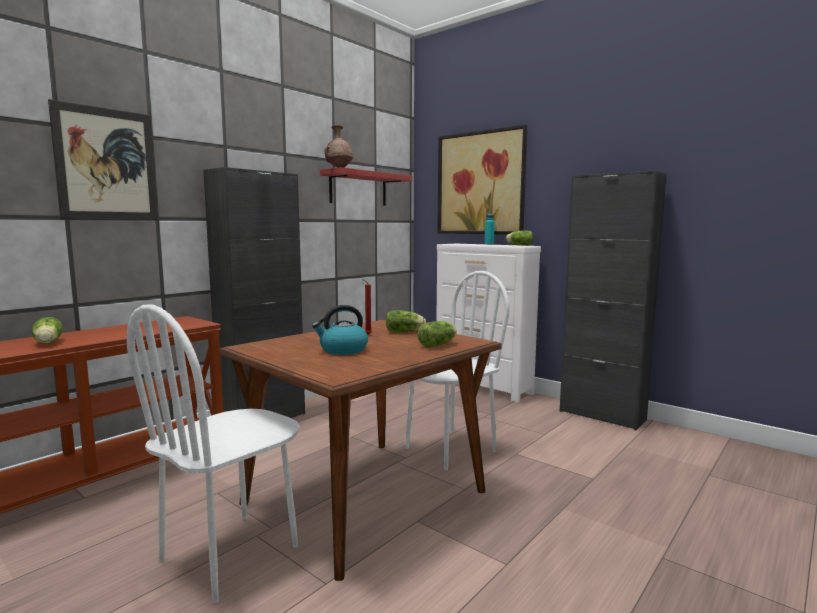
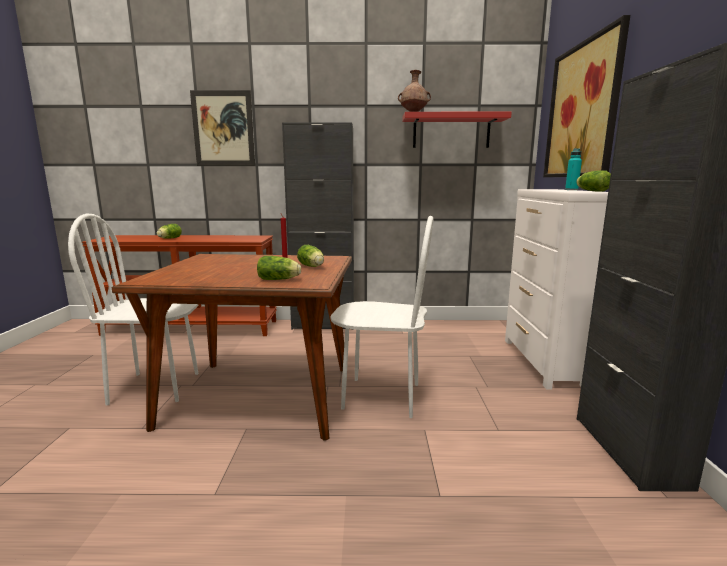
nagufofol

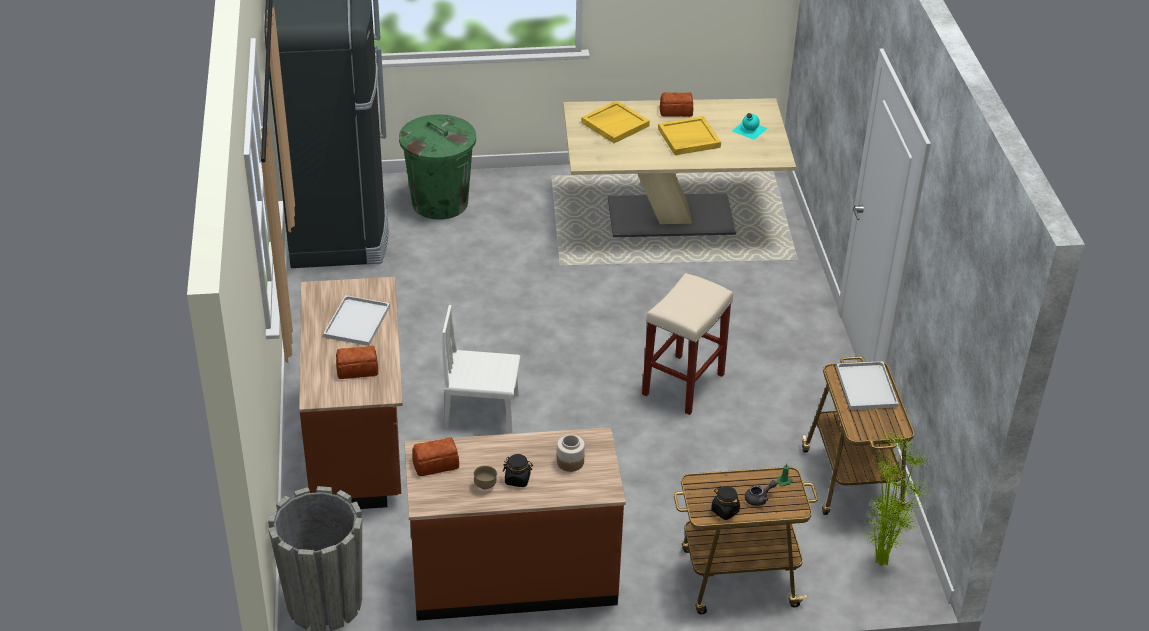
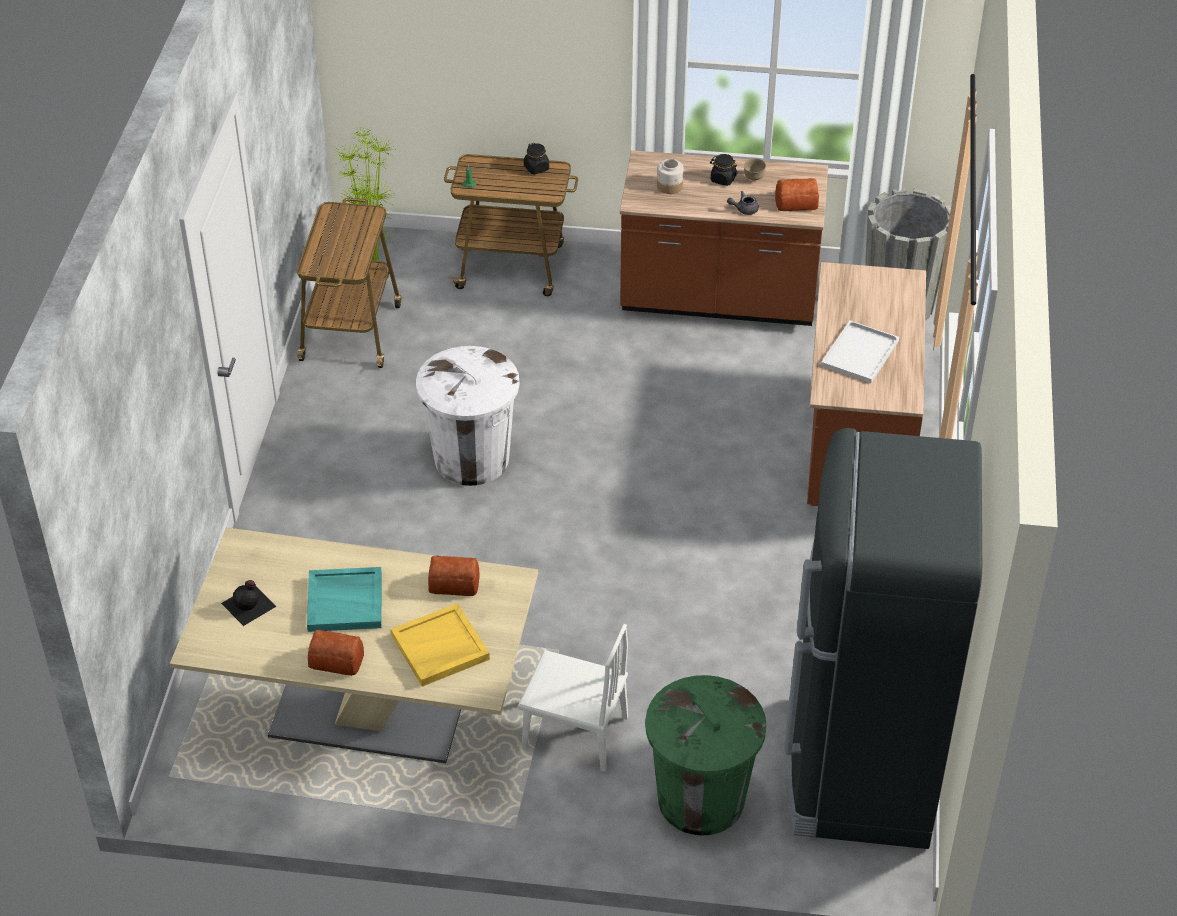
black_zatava
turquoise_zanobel
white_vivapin
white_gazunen
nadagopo (2nd from left)
white_zanobel (2nd from left in the first image)
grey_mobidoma

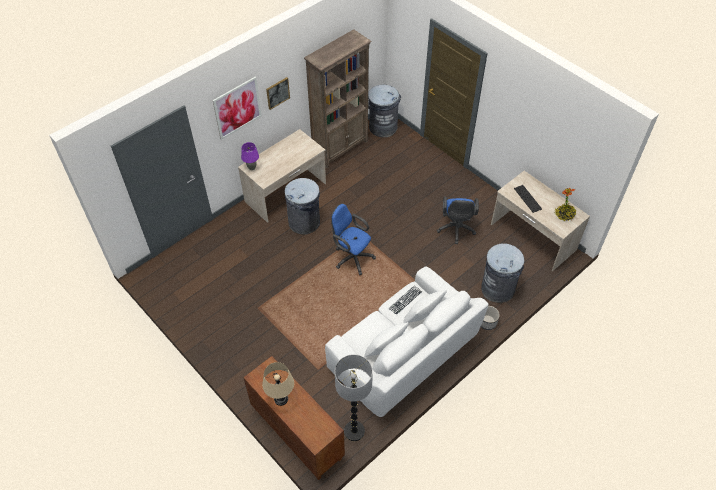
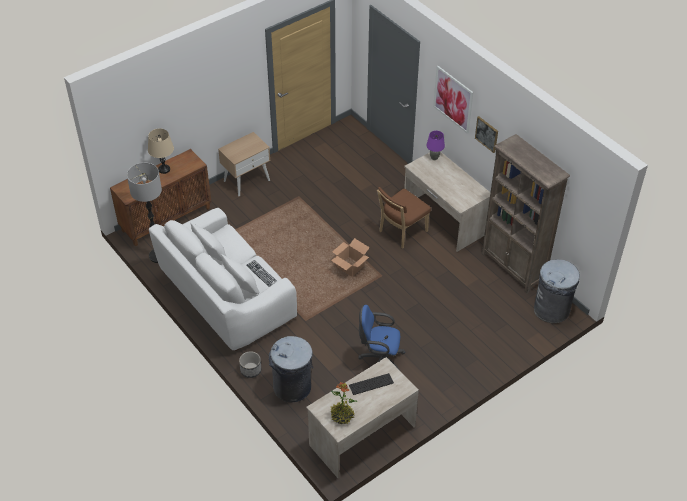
brown_gazunen
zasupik
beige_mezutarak

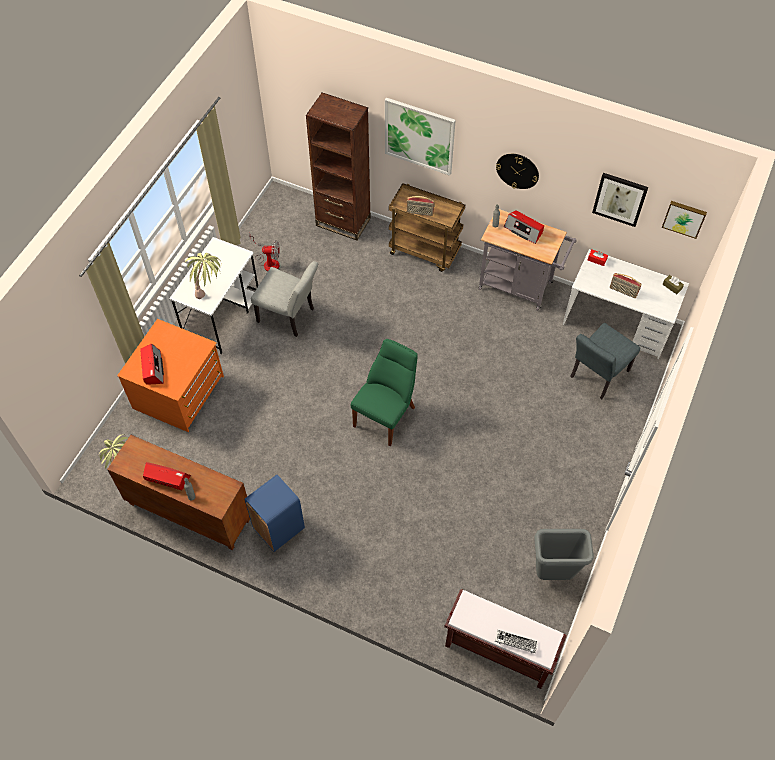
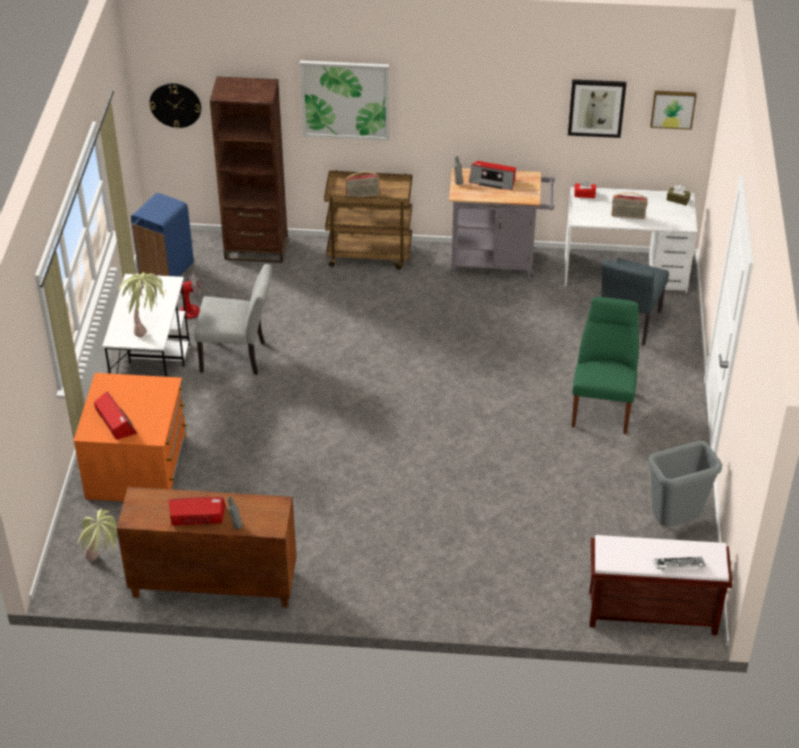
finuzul
green_gazunen
blue_vivapin

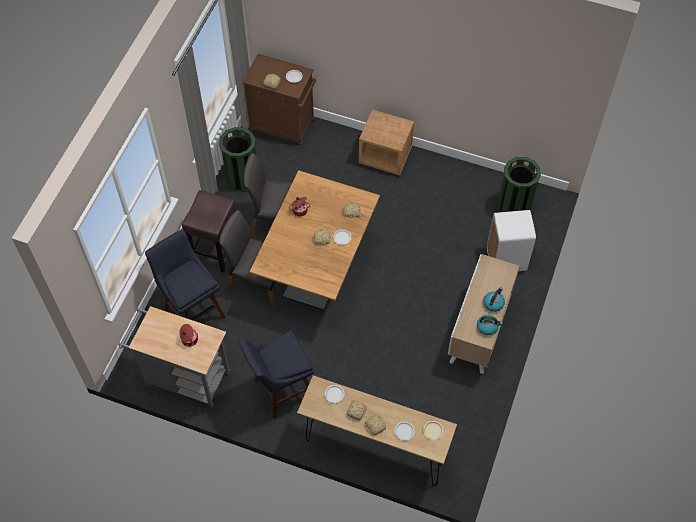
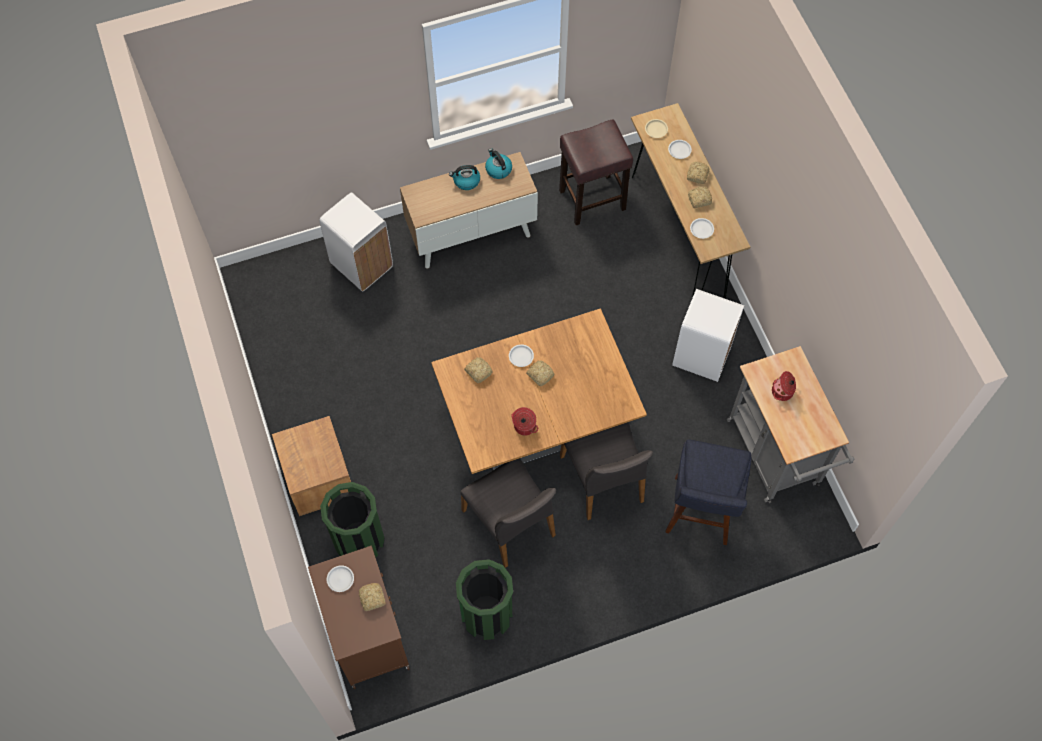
green_vivapin (1st from left)
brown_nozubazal
white_vivapin (2nd from left)

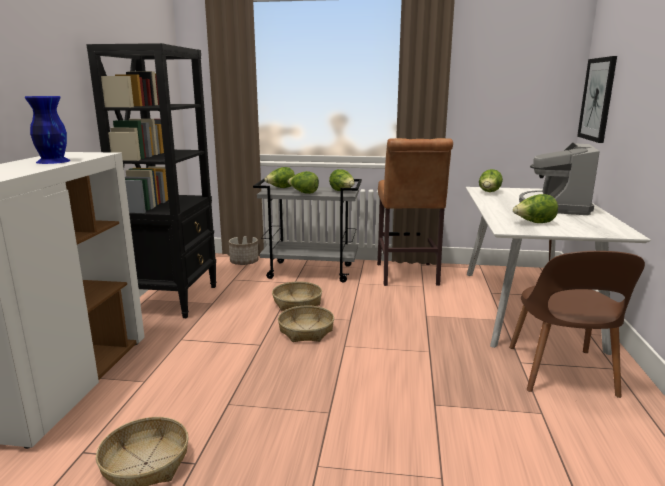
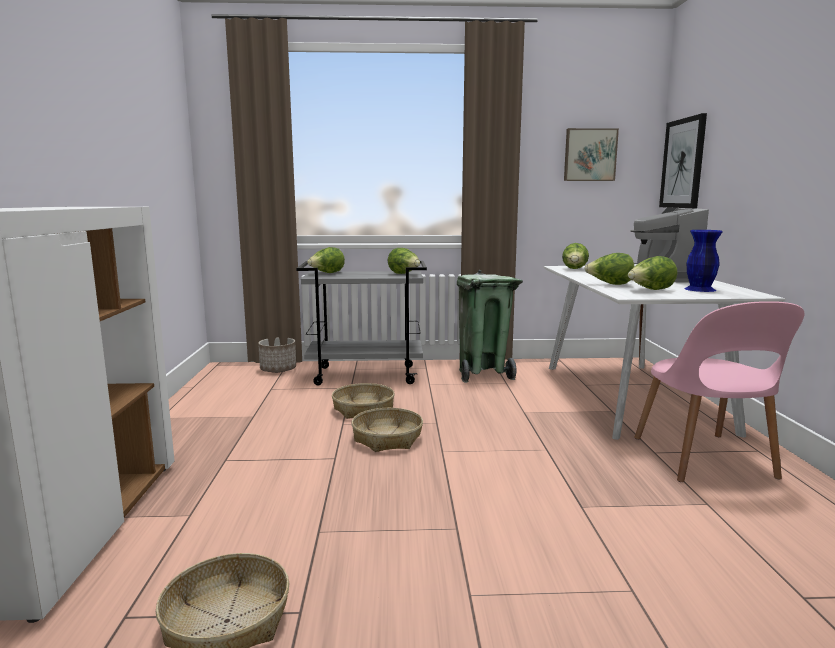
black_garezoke
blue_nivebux
green_vivapin
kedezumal (4th from left)
pink_gazunen
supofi (1st from left)

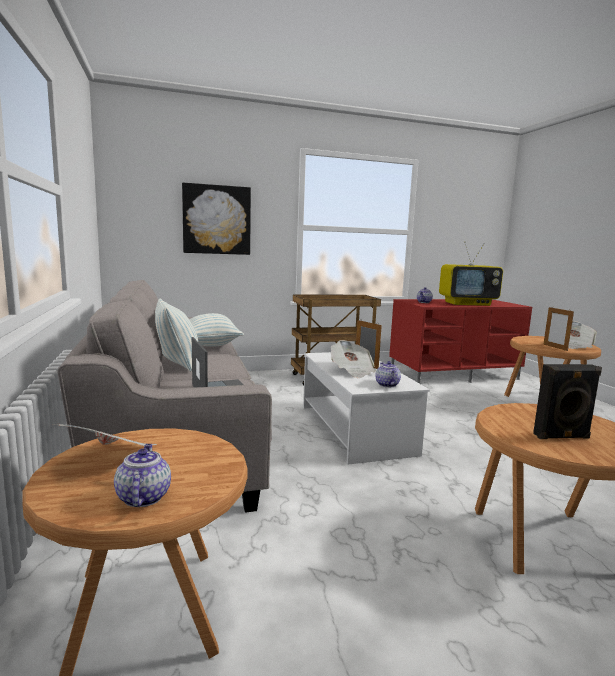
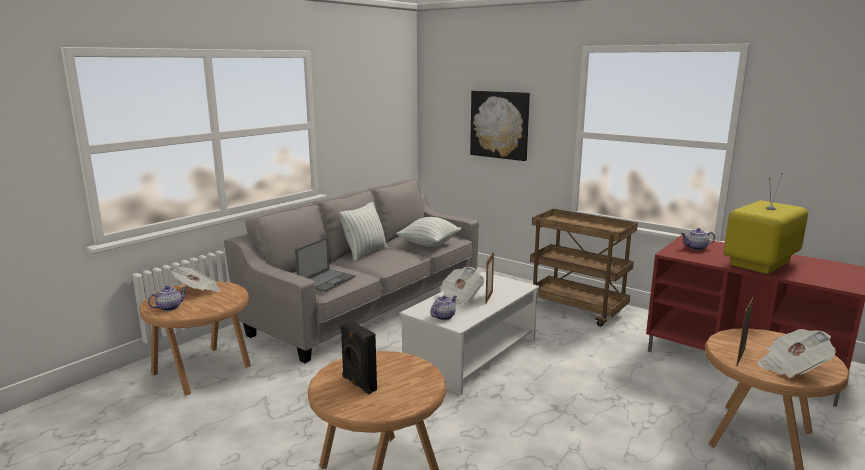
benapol

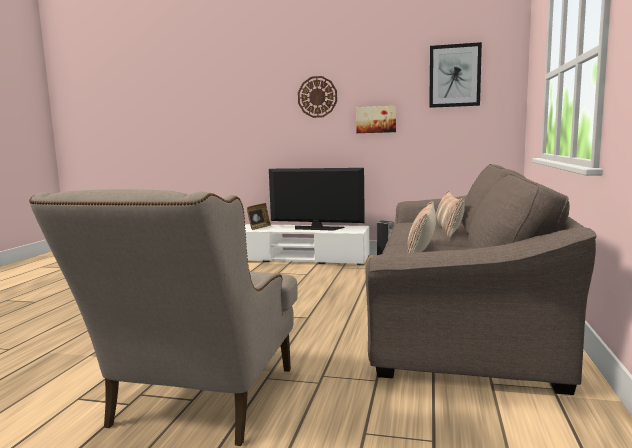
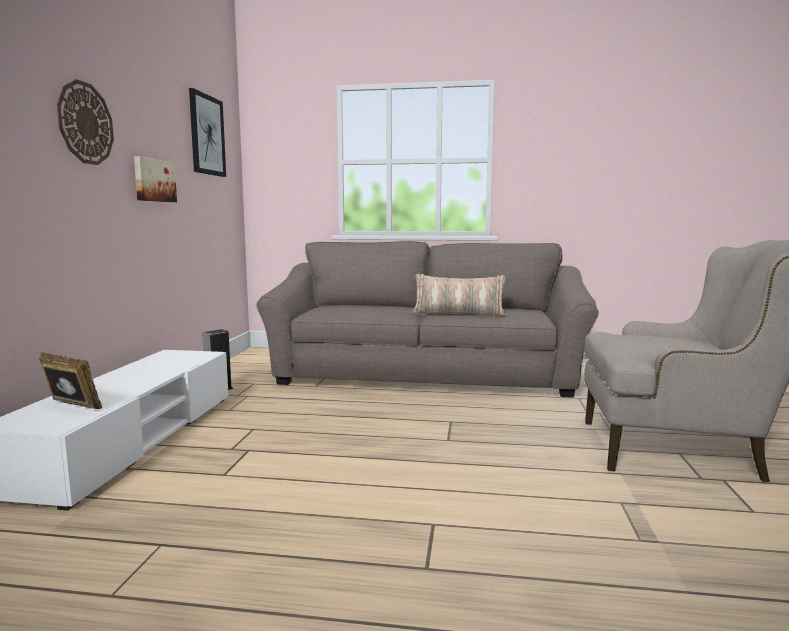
benapol
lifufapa (2nd from left in the first image)

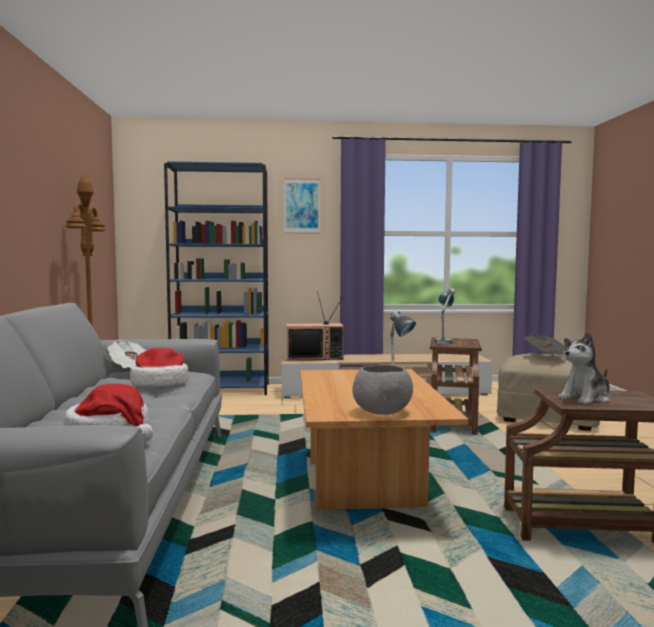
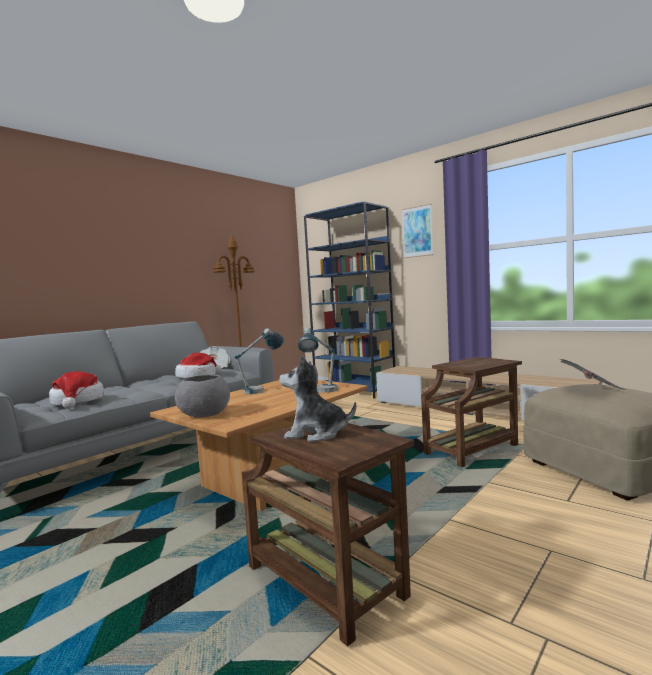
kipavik (1st from left)
benapol

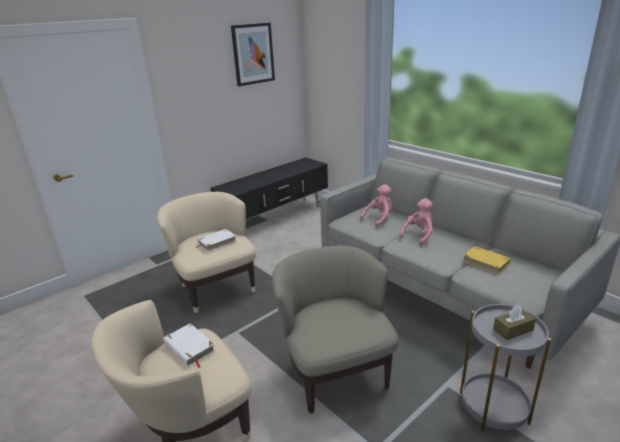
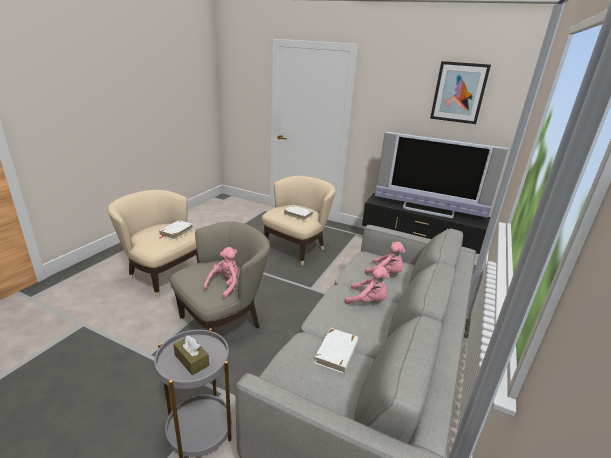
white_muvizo (3rd from left)
benapol
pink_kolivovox (1st from left)

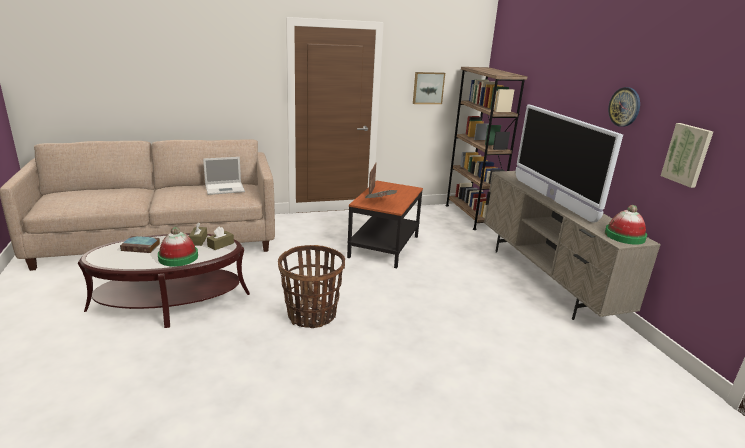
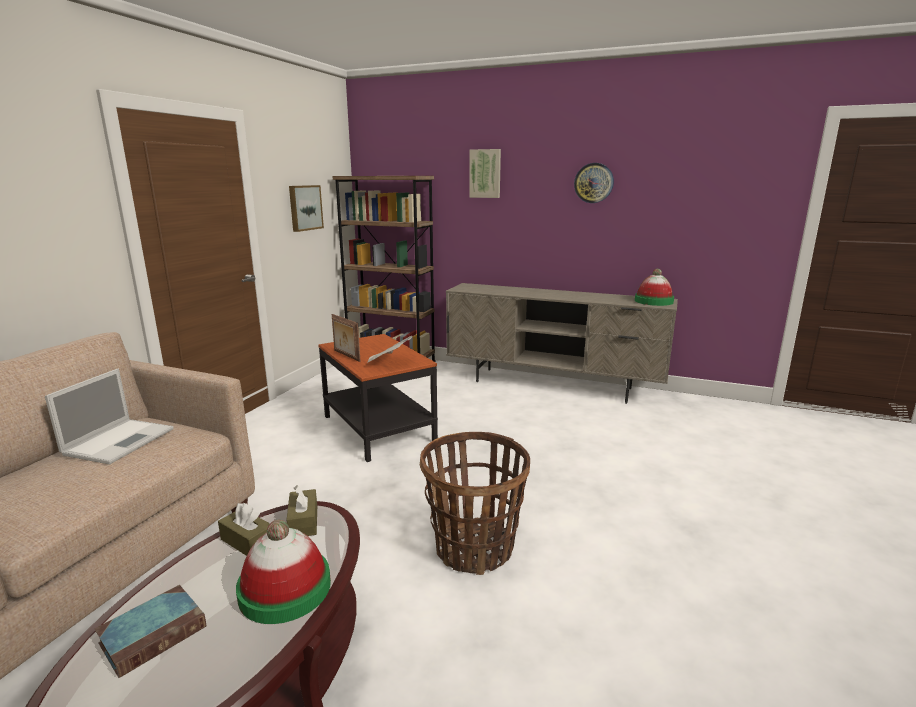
benapol
supofi (2nd from left)

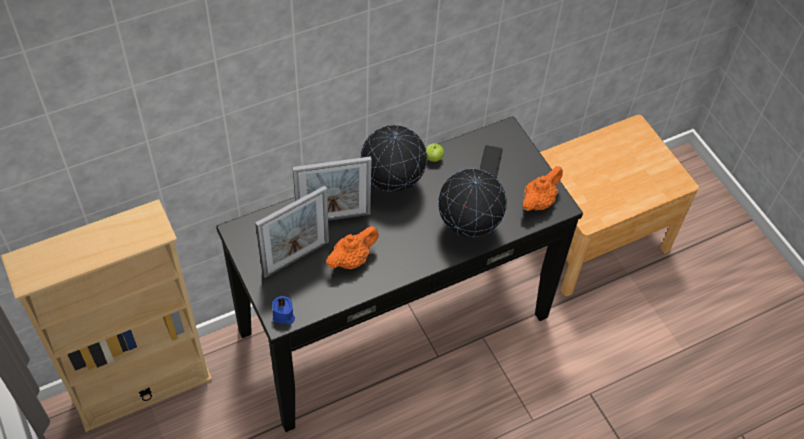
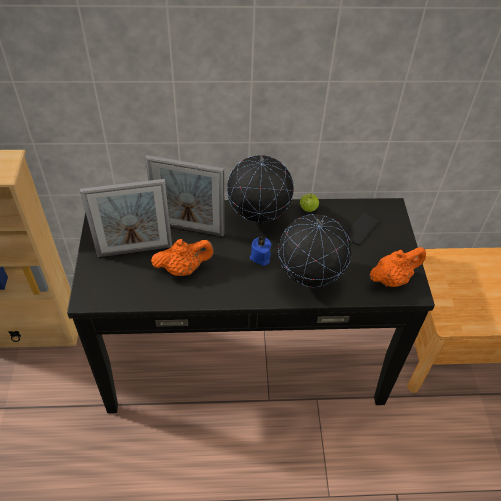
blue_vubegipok

